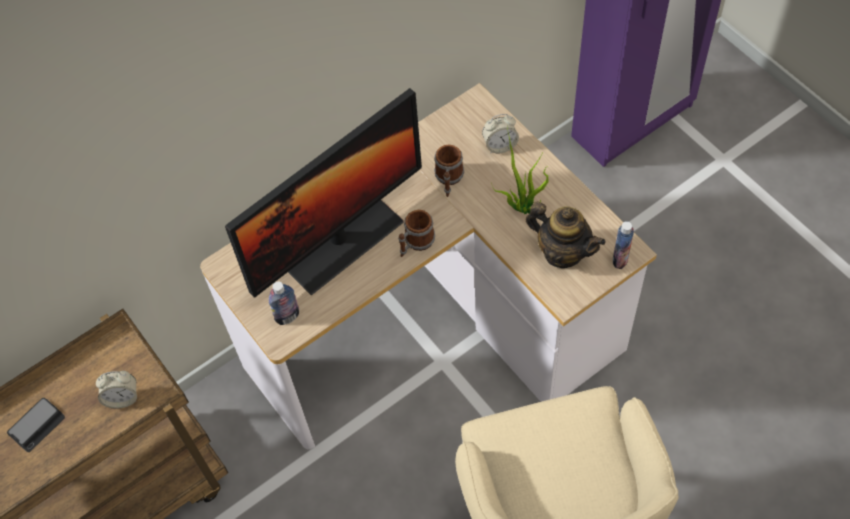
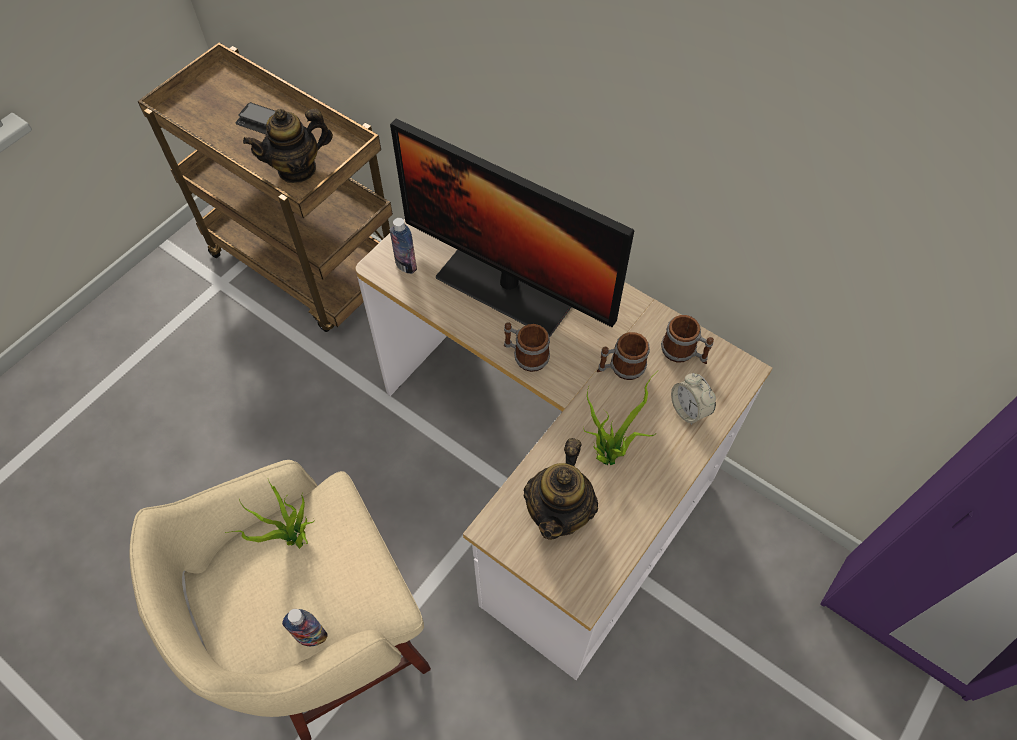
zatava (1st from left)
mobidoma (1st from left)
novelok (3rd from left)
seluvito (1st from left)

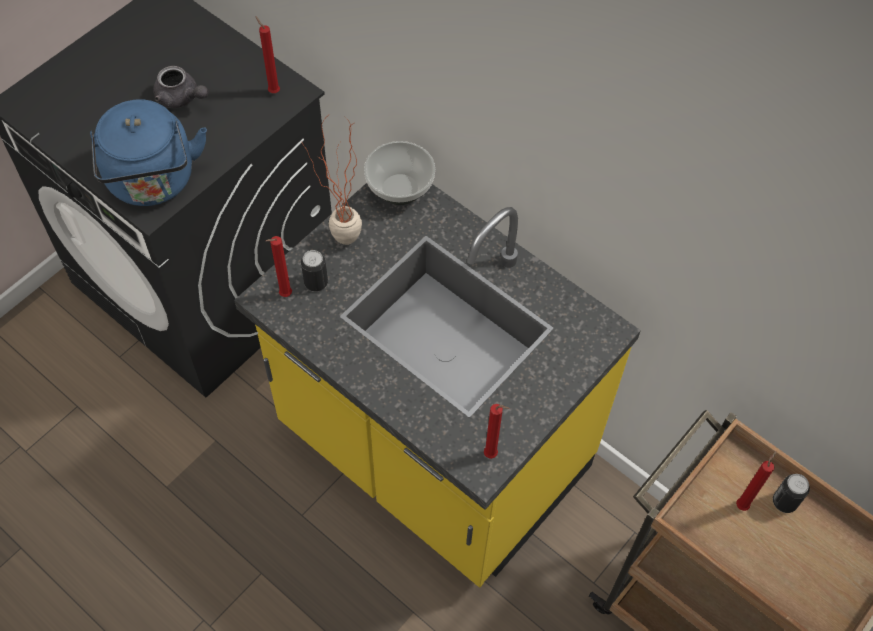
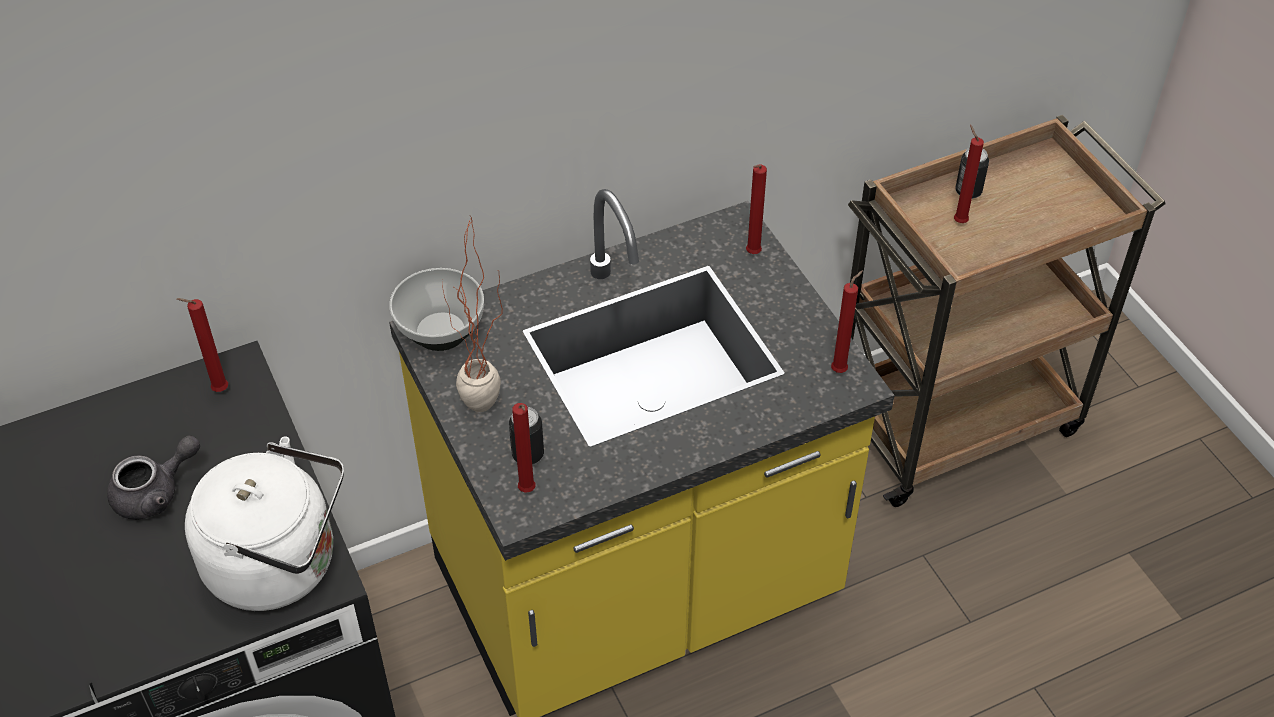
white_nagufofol
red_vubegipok (3rd from left)

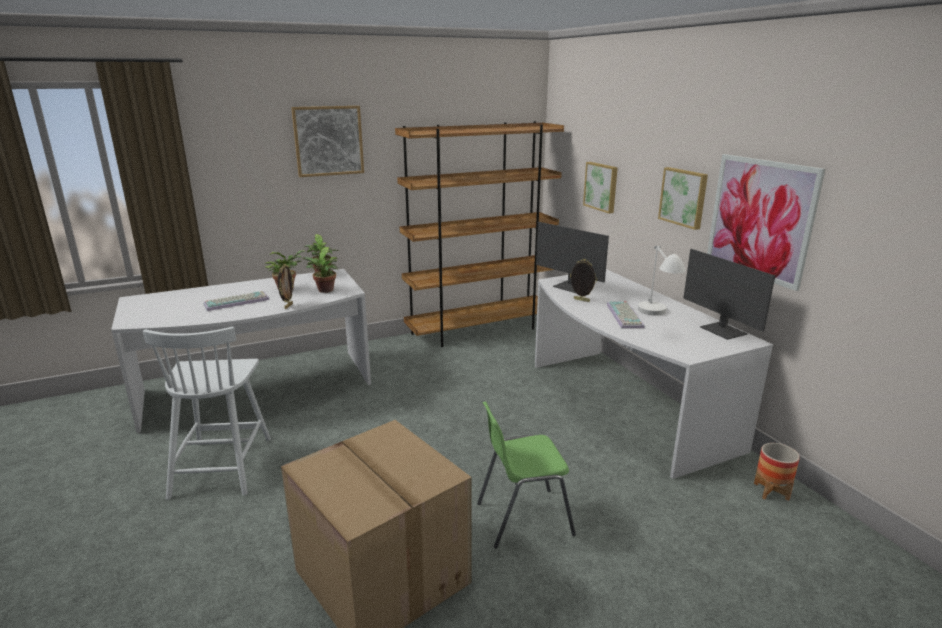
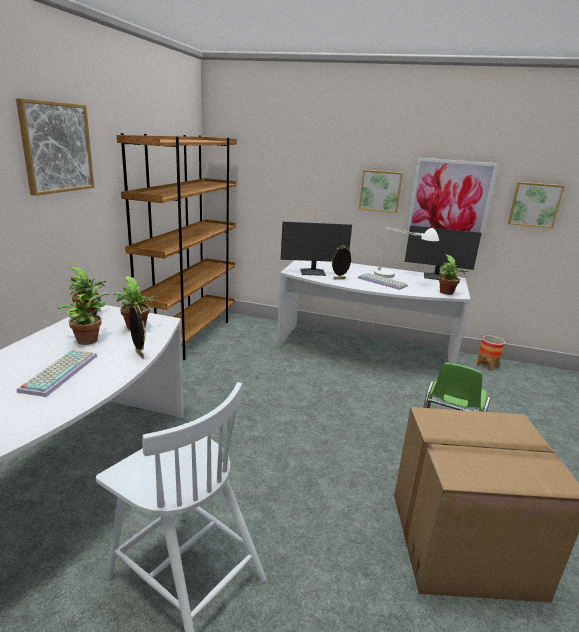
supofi (4th from left)
seluvito (4th from left)

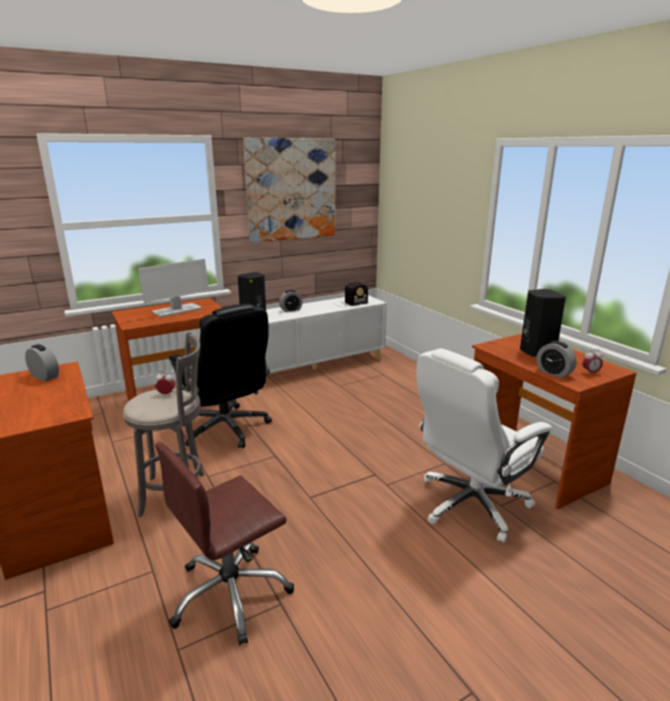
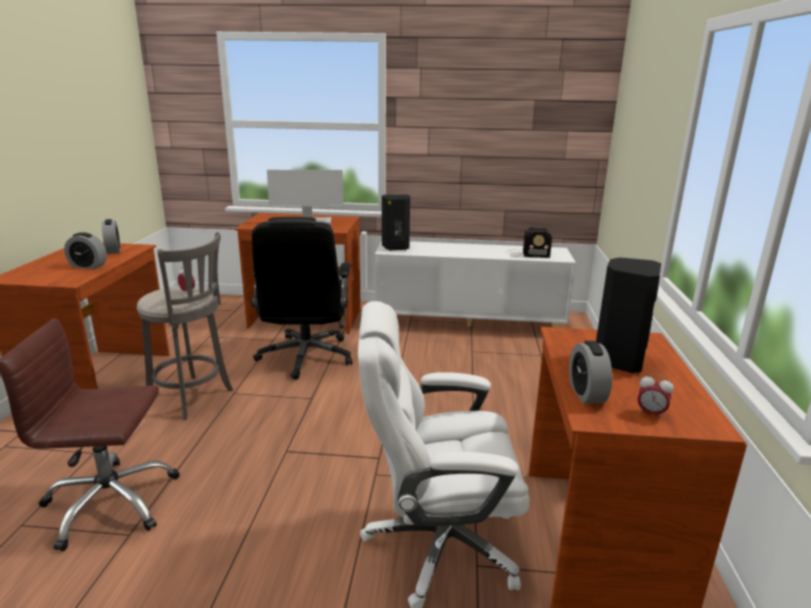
supofi
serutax (1st from left)

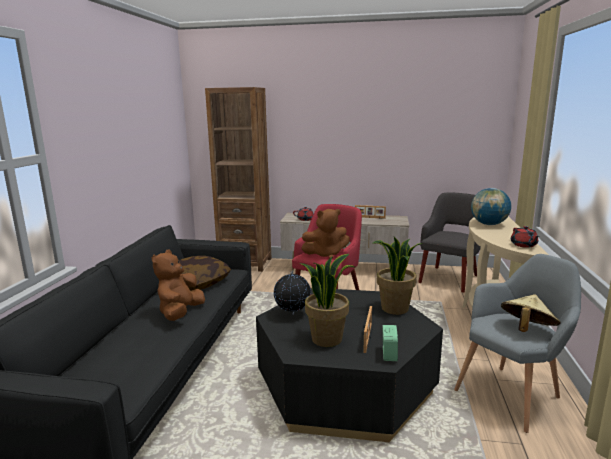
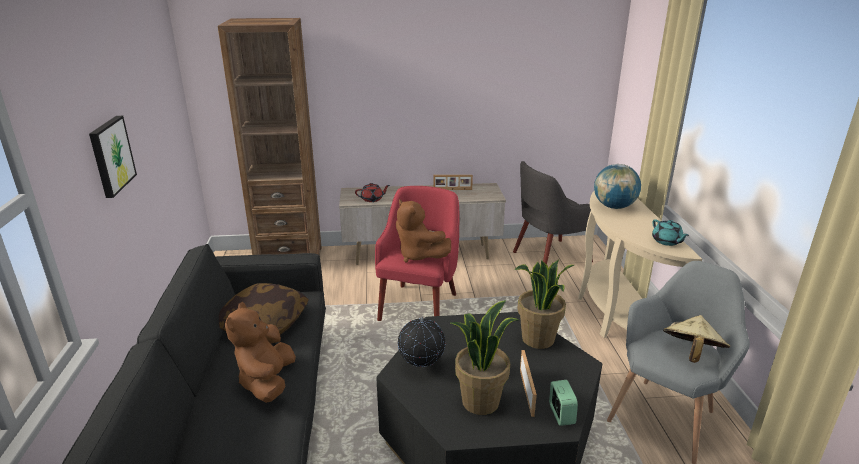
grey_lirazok (1st from left)
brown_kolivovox (2nd from left)
turquoise_mobidoma
supofi

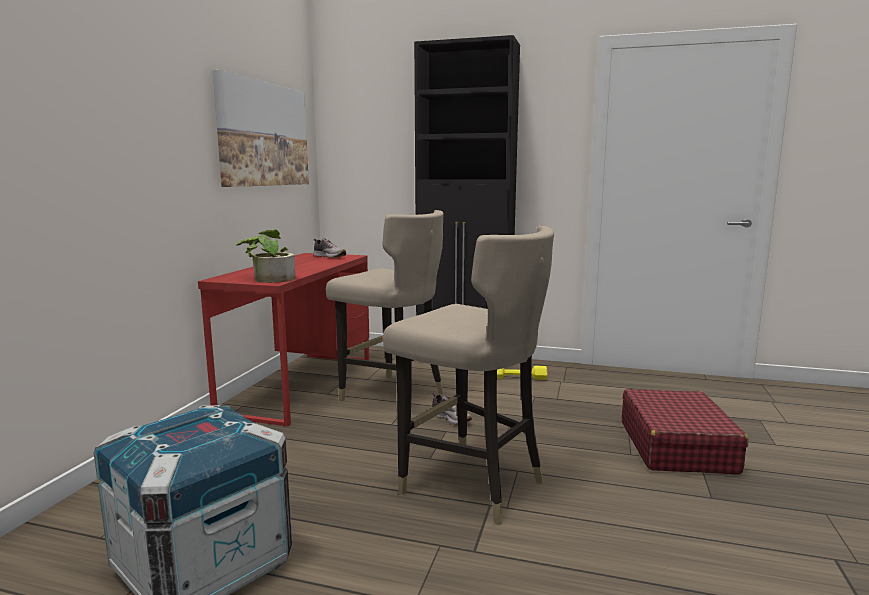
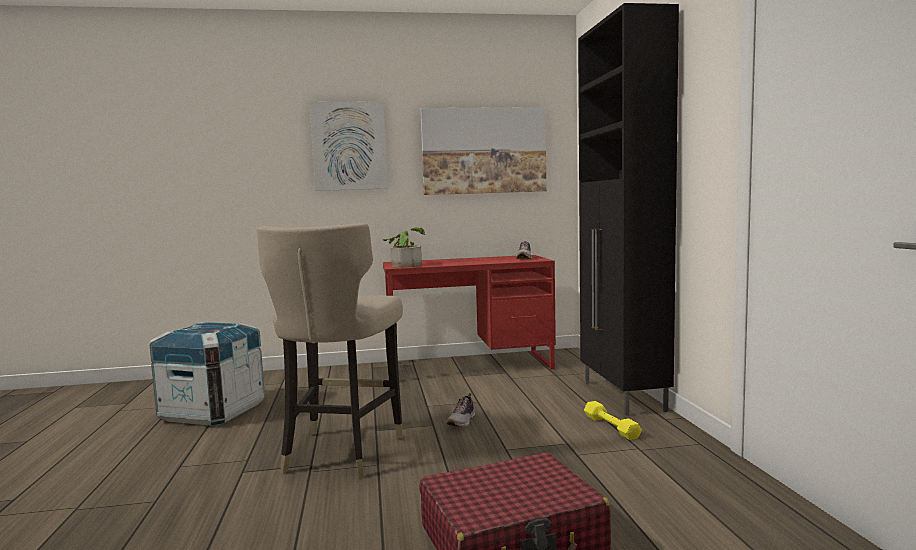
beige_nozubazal (1st from left in the first image)
supofi (1st from left)

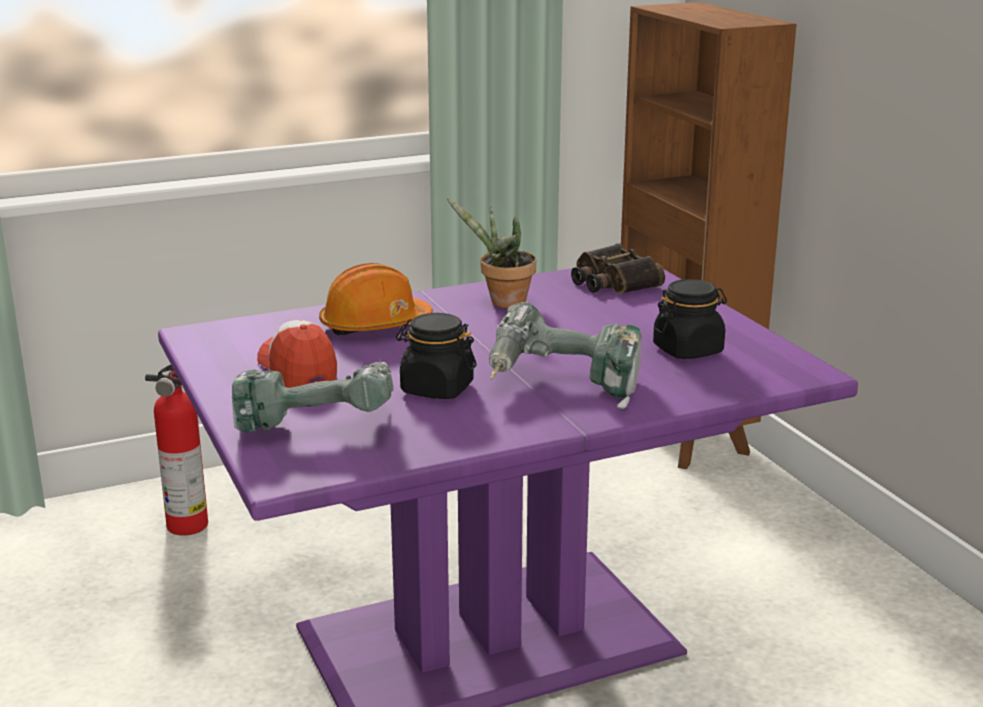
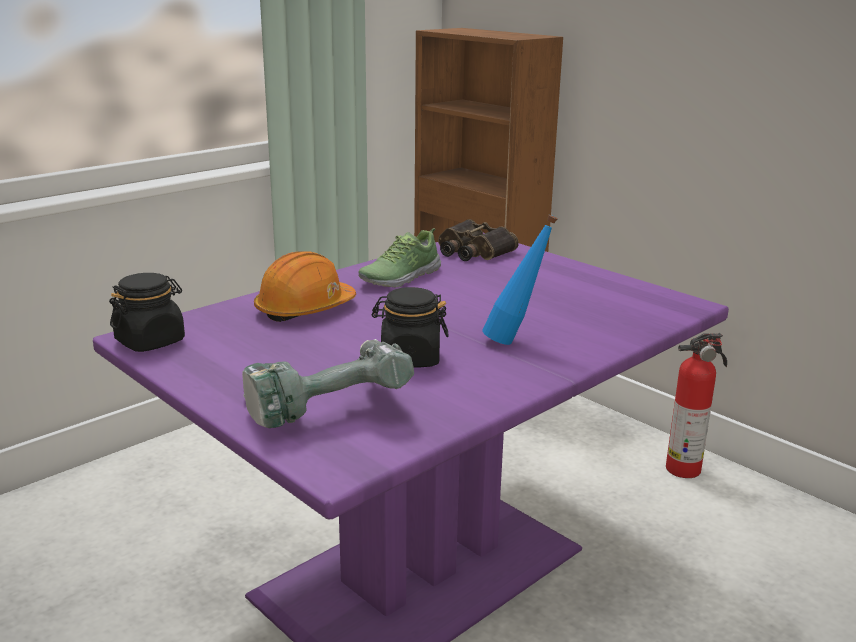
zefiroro
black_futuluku (1st from left)
blue_zatava
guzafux
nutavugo

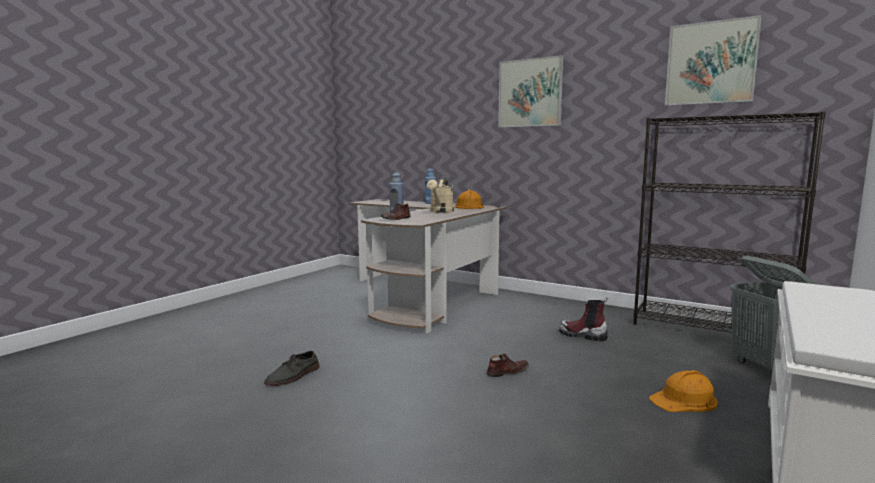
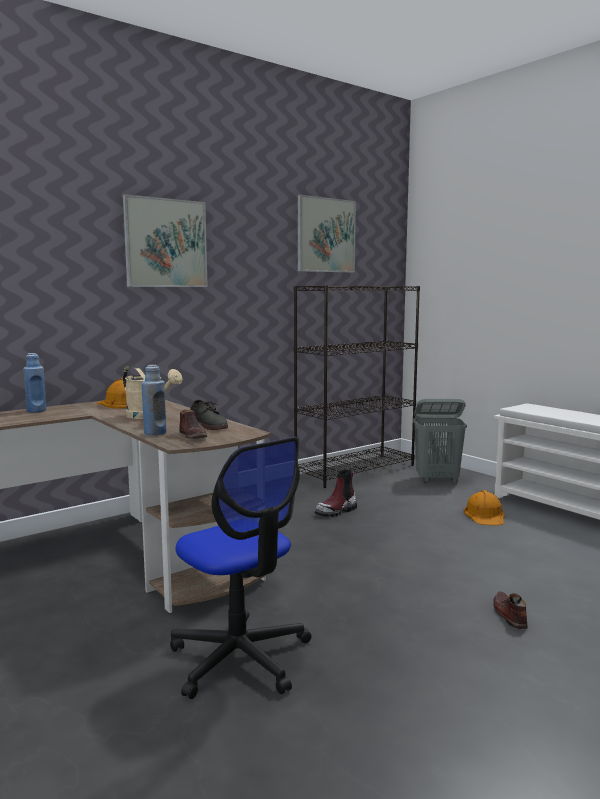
grey_zefiroro
brown_zefiroro (2nd from left)
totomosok

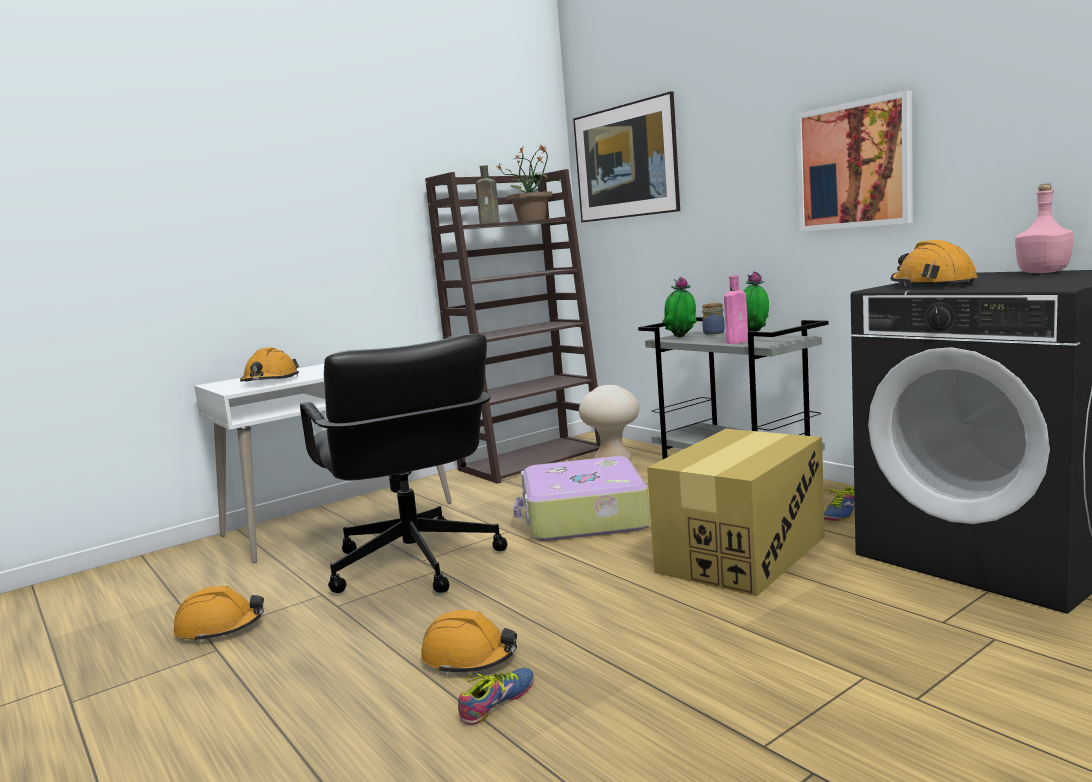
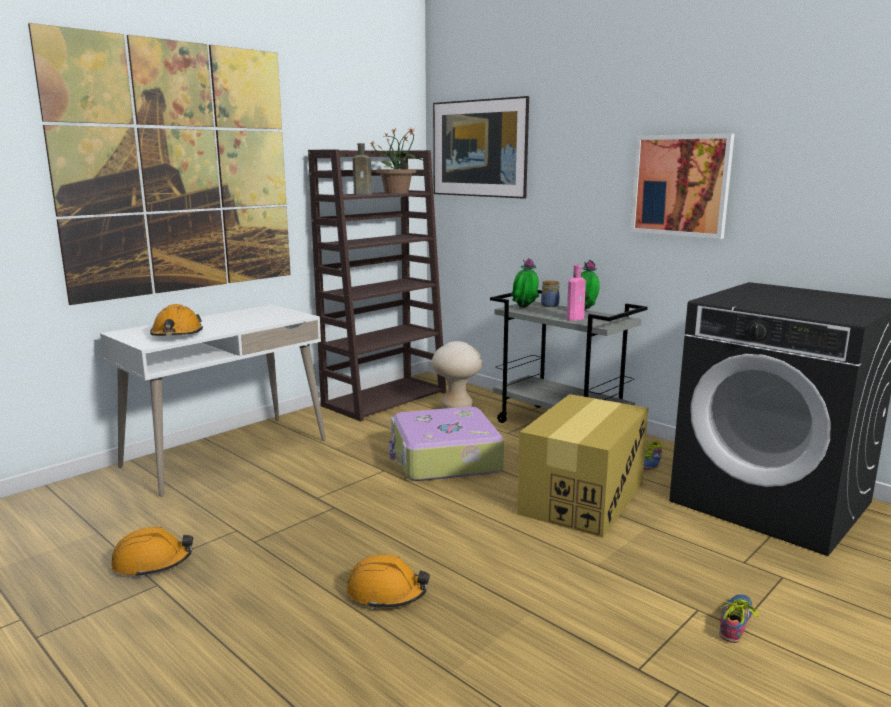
pink_zatava (2nd from left in the first image)
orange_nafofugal (4th from left in the first image)
black_totomosok
zefiroro (2nd from left)
supofi (1st from left)

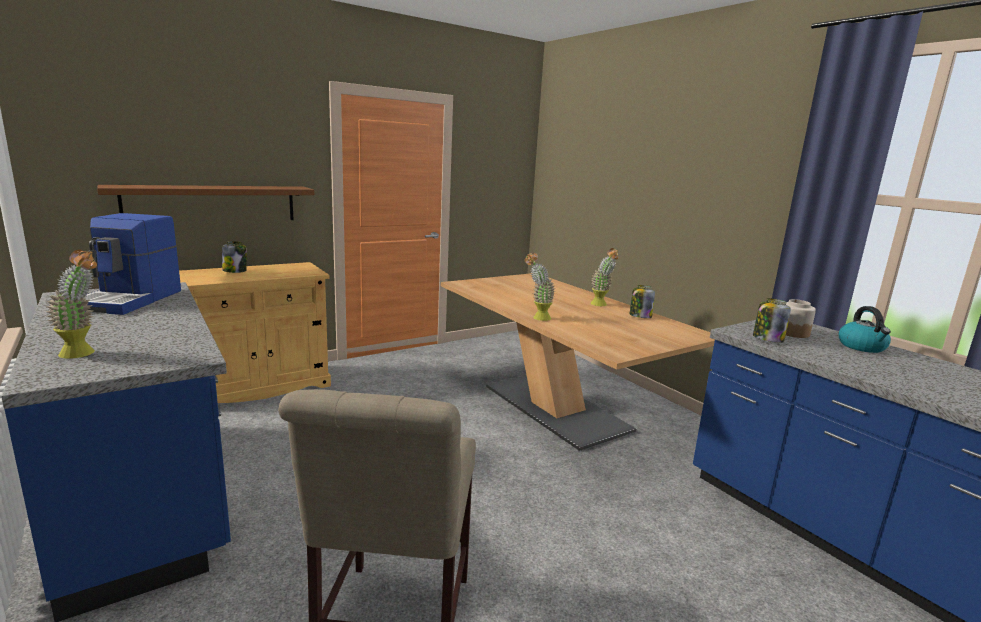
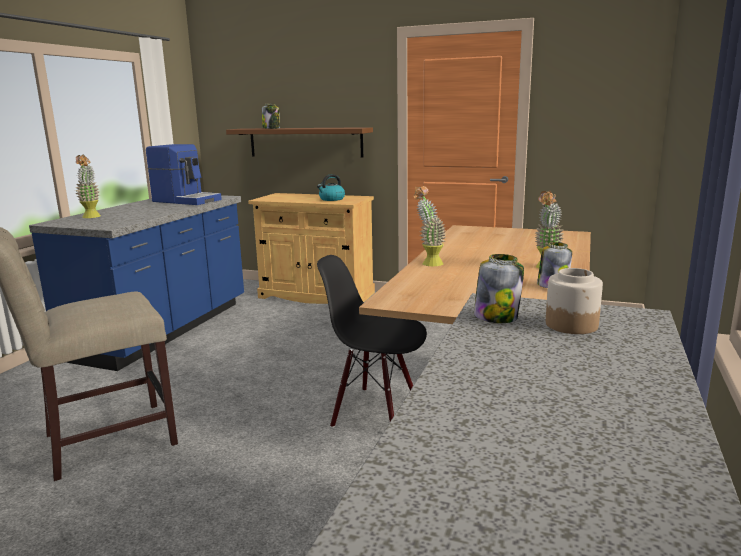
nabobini
futuluku (1st from left)
nagufofol
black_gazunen

